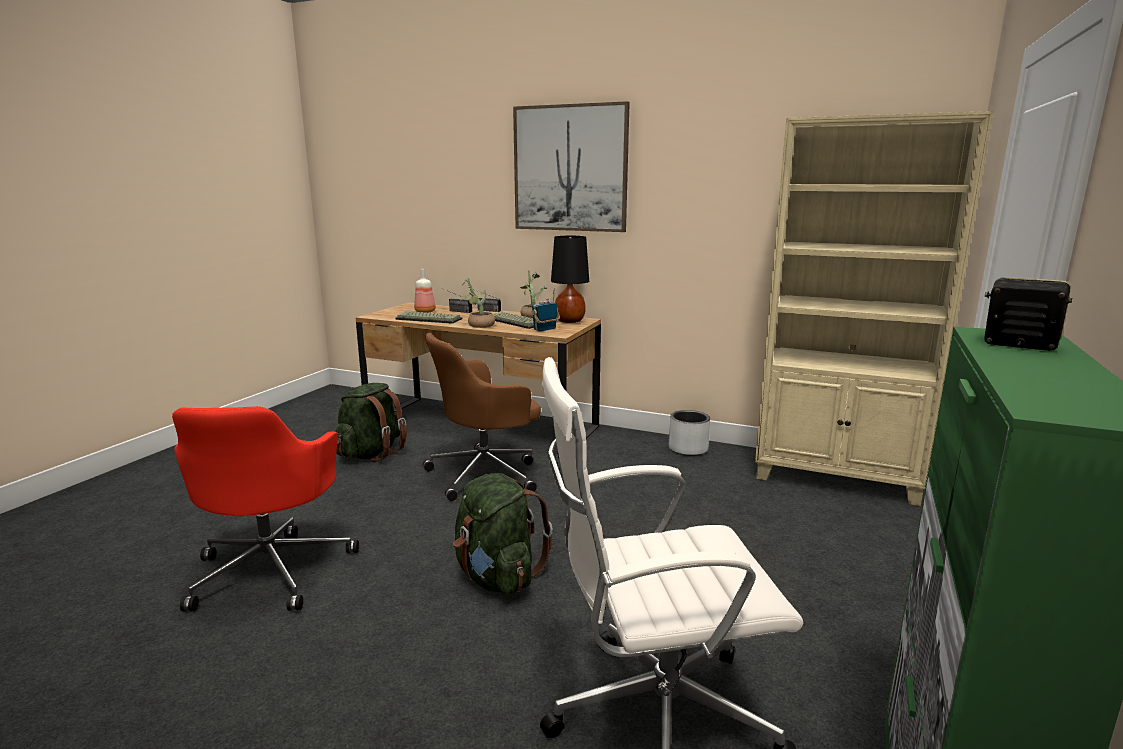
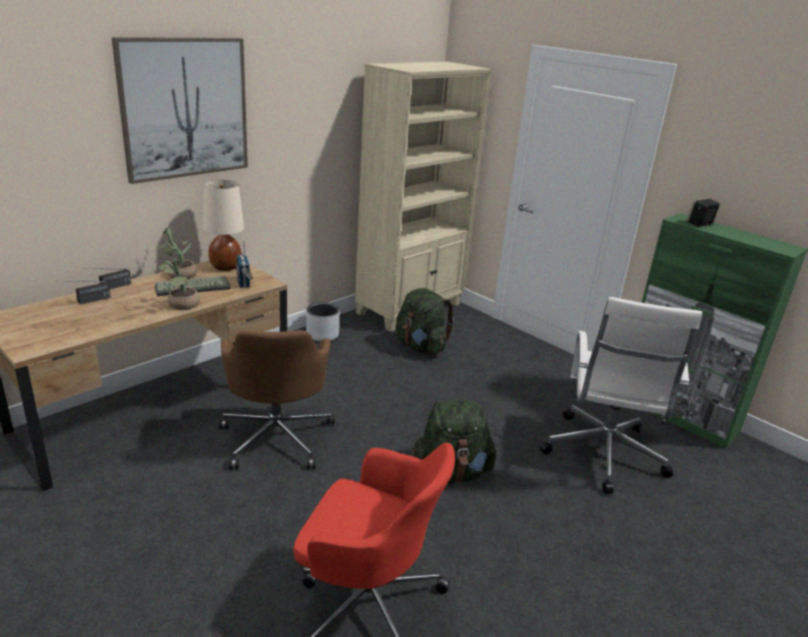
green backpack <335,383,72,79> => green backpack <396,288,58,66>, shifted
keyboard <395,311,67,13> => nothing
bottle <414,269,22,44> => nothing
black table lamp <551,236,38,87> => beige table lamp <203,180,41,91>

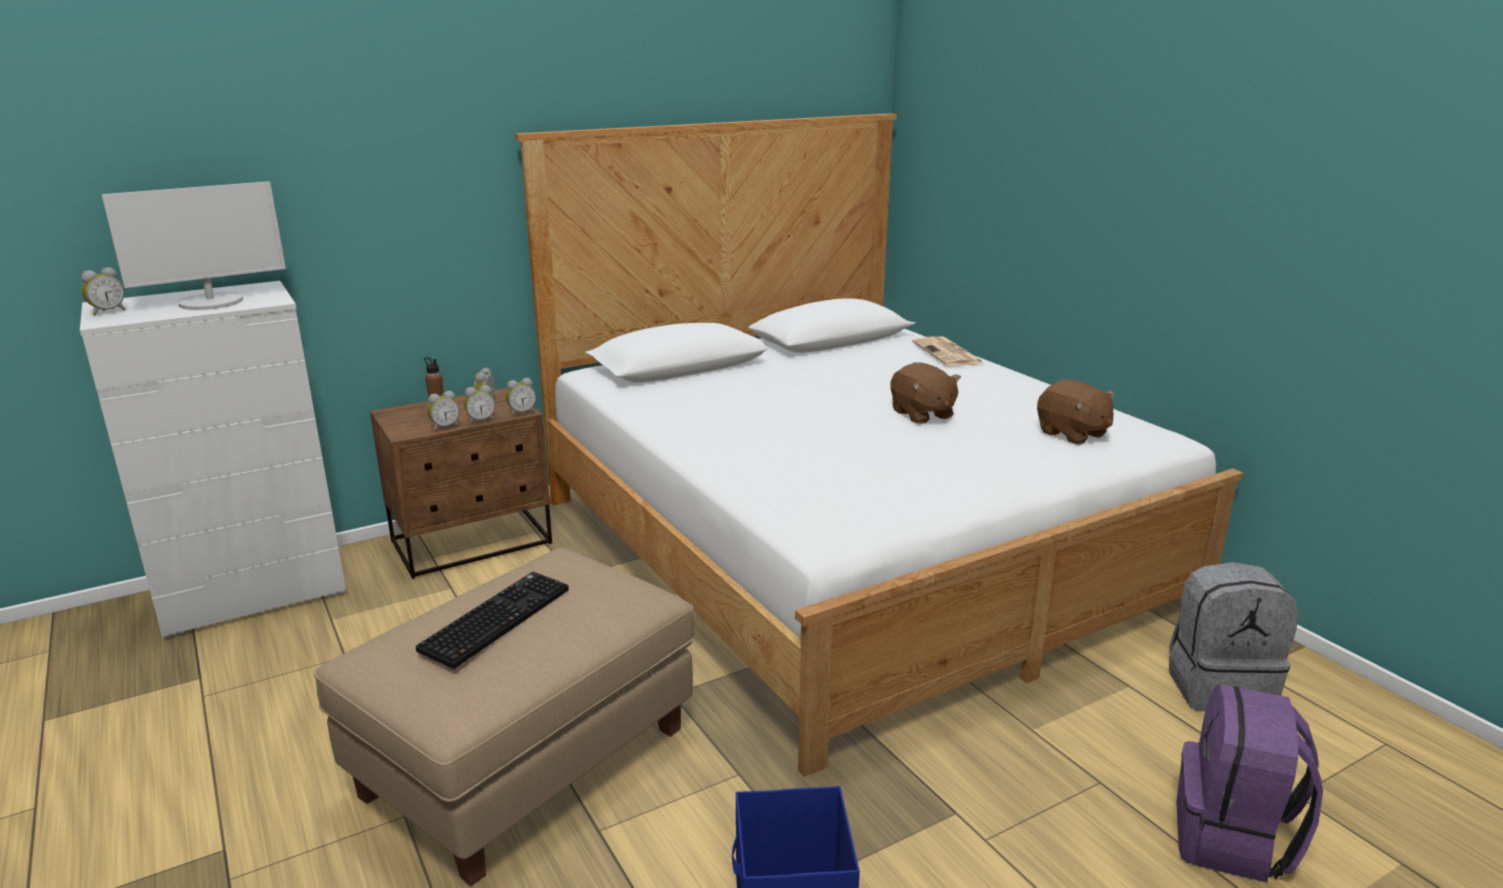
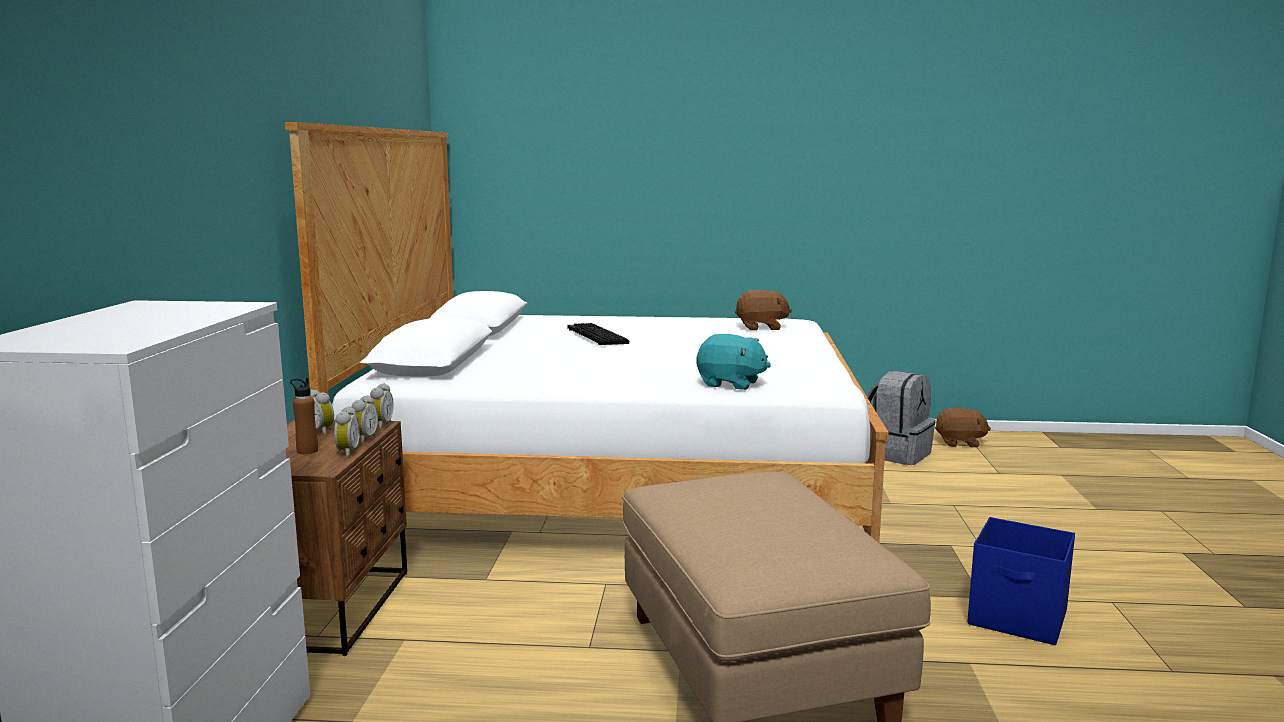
alarm clock <81,267,44,49> => nothing
monitor <102,181,184,129> => nothing
keyboard <416,572,153,97> => keyboard <567,323,62,22>, shifted
brown plush toy <890,362,71,62> => brown plush toy <935,408,56,39>, shifted
newspaper <912,336,72,30> => nothing
purple backpack <1176,684,147,199> => nothing
nothing => turquoise plush toy <697,334,74,56>

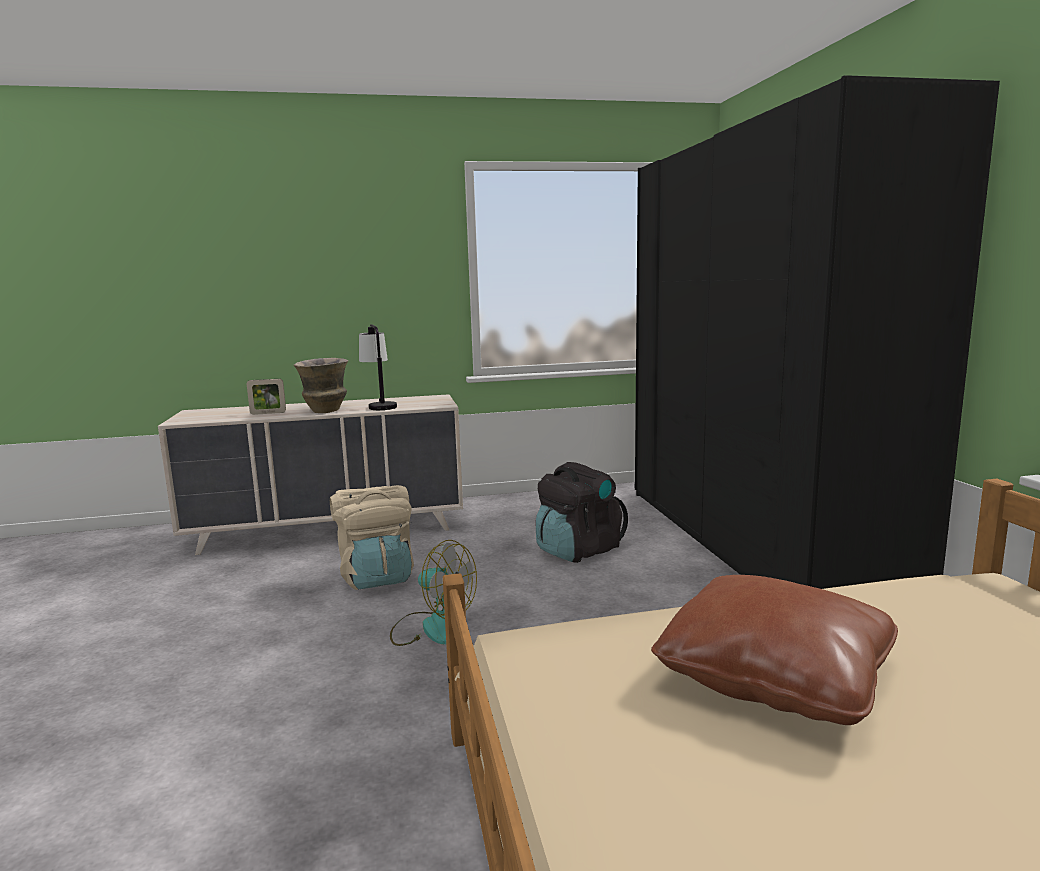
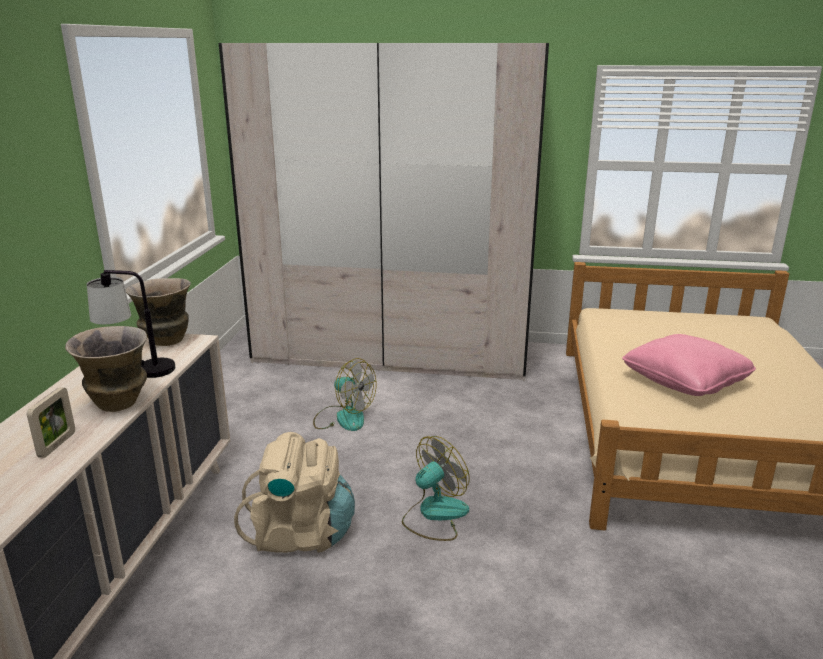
black backpack <536,462,92,101> => fan <313,358,63,73>
black wardrobe <635,75,365,514> => beige wardrobe <219,43,330,338>
brown pillow <651,575,247,150> => pink pillow <622,334,134,62>
nothing => vase <126,278,65,68>

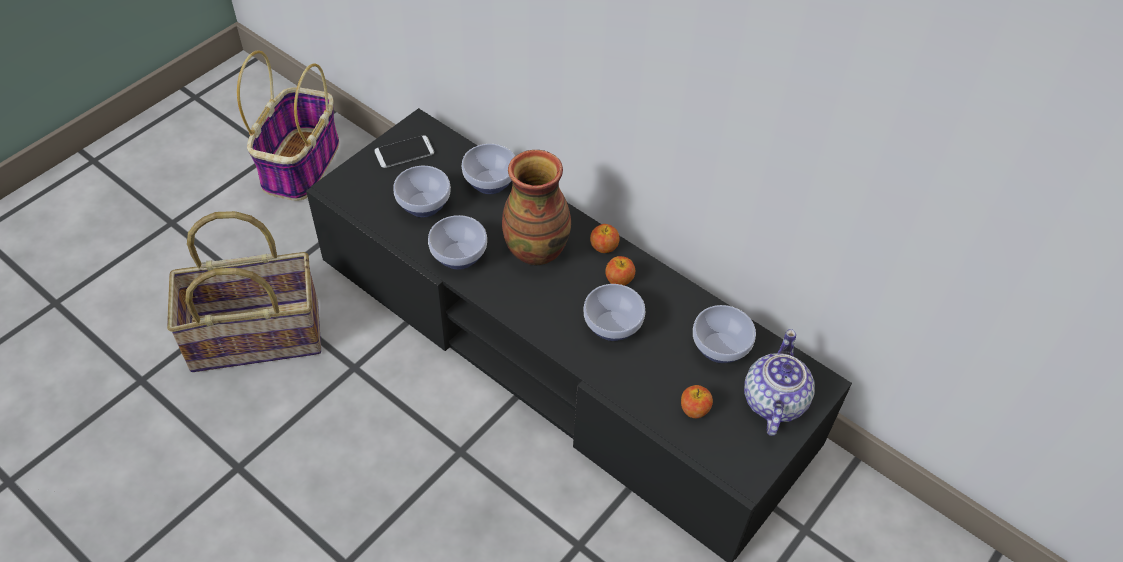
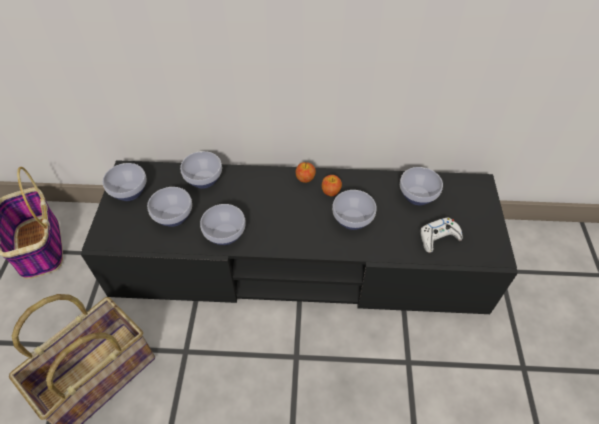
phone <374,135,60,33> => bowl <103,163,44,38>
vase <502,150,69,115> => nothing
apple <681,385,32,33> => white game controller <420,218,43,35>
teapot <744,329,71,107> => nothing

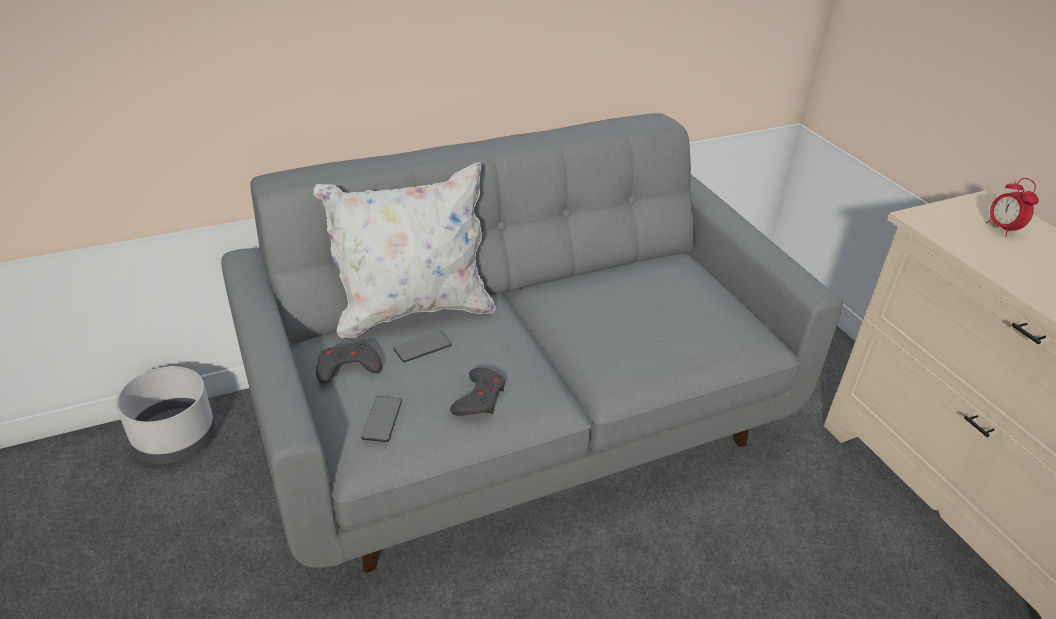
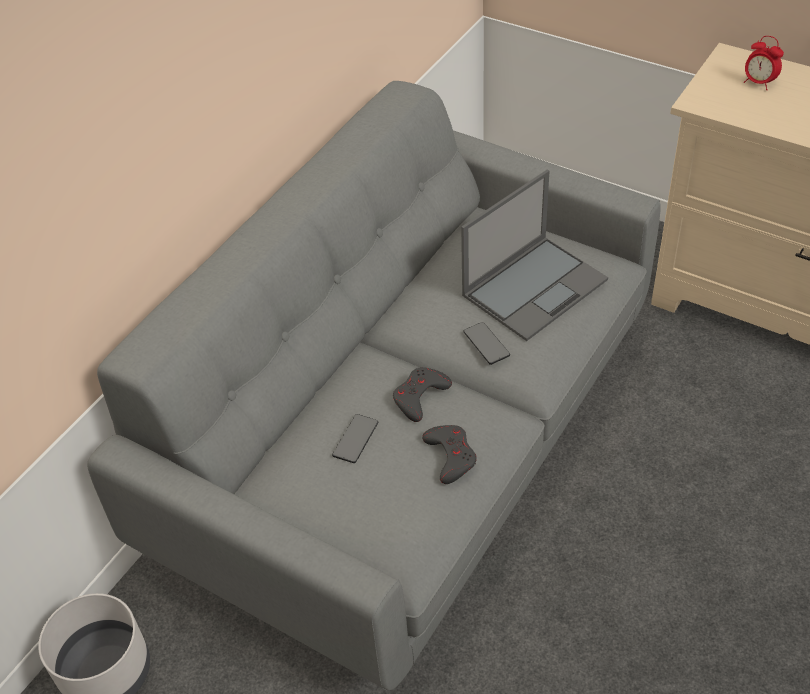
white pillow <313,162,183,176> => nothing
grey game controller <316,342,66,41> => grey game controller <393,367,59,55>, shifted
phone <361,396,41,46> => phone <463,322,47,43>, shifted
nothing => laptop <461,170,147,171>

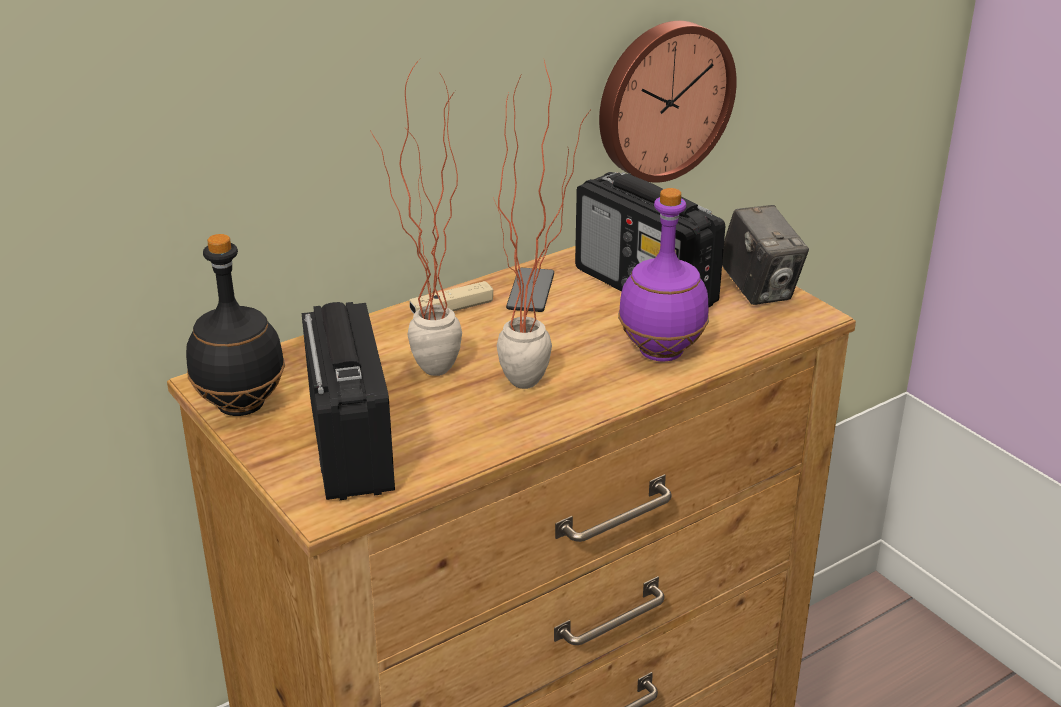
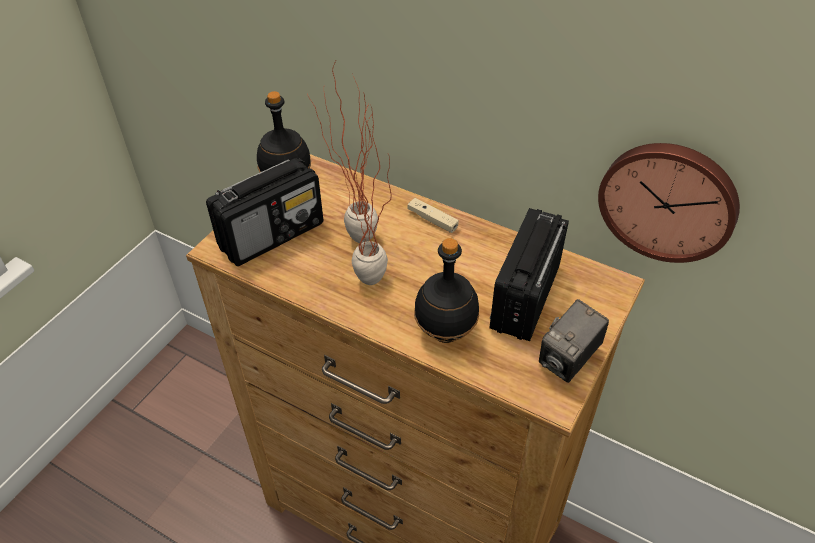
phone <506,268,48,44> => nothing
purple bottle <618,188,91,174> => black bottle <414,238,65,105>

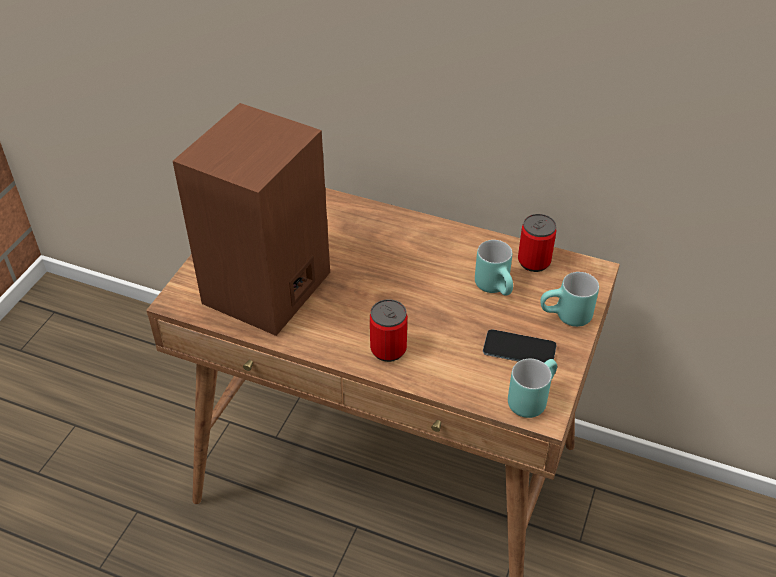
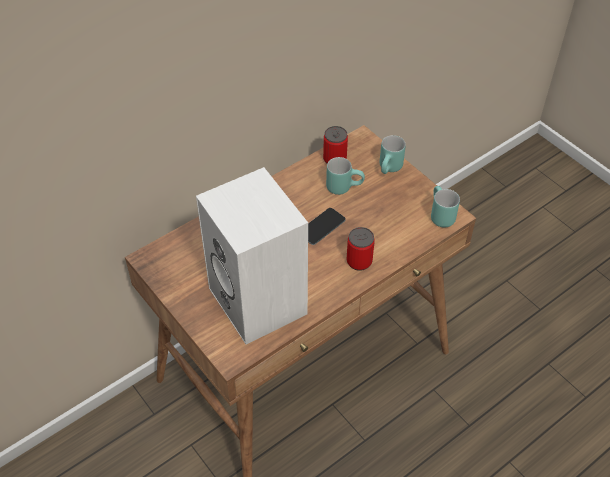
brown speaker <173,103,157,233> => white speaker <196,167,112,178>
phone <483,329,73,34> => phone <308,208,38,37>, shifted

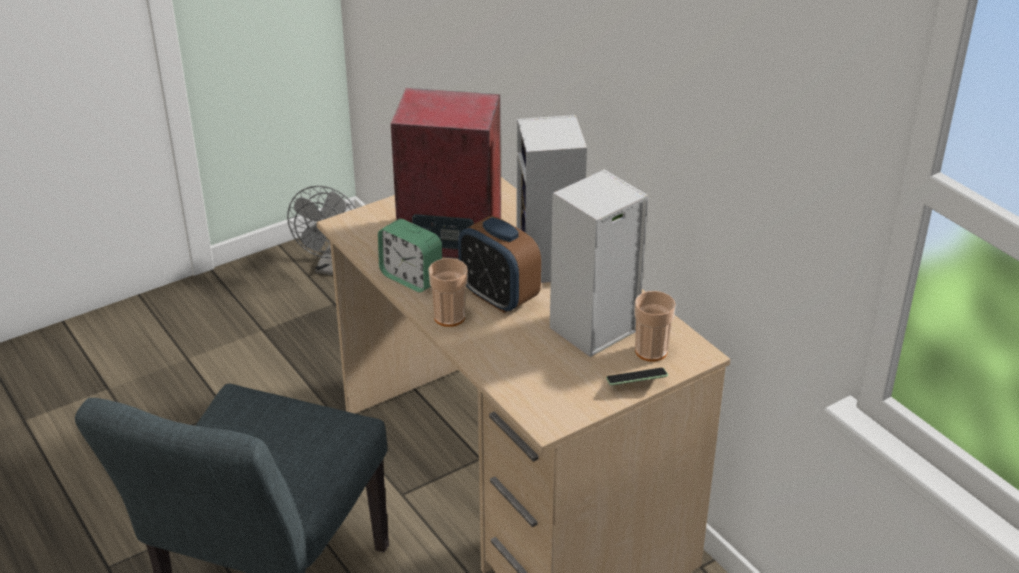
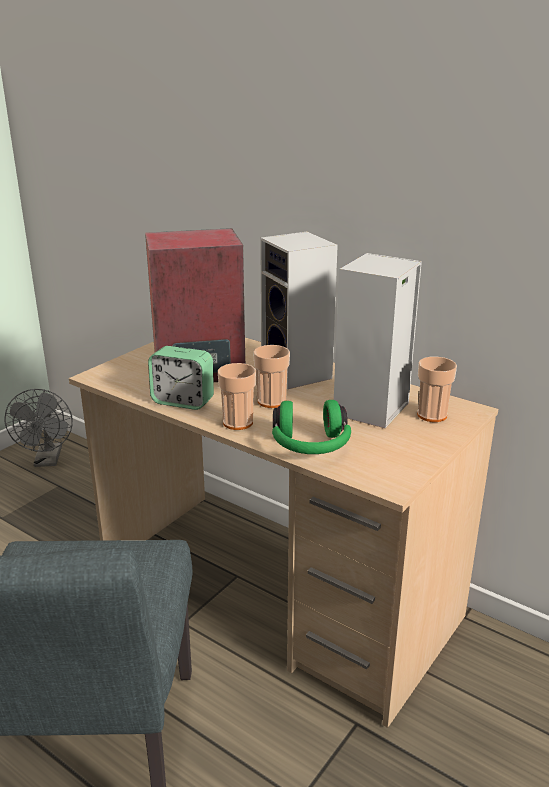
alarm clock <458,216,83,97> => cup <253,345,37,63>
phone <606,368,62,17> => nothing
nothing => green headphones <272,400,79,54>

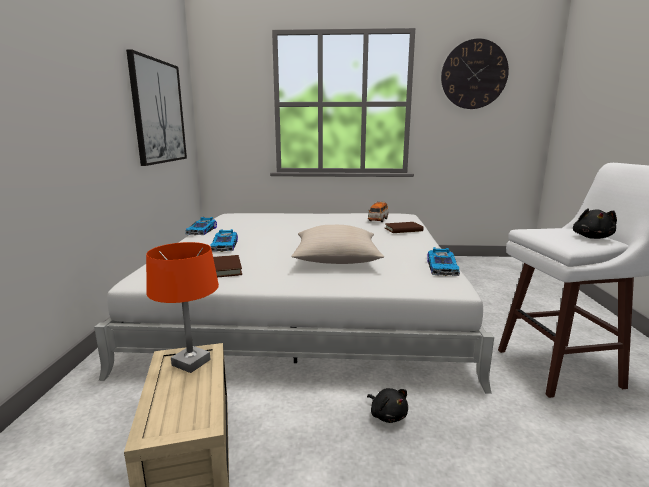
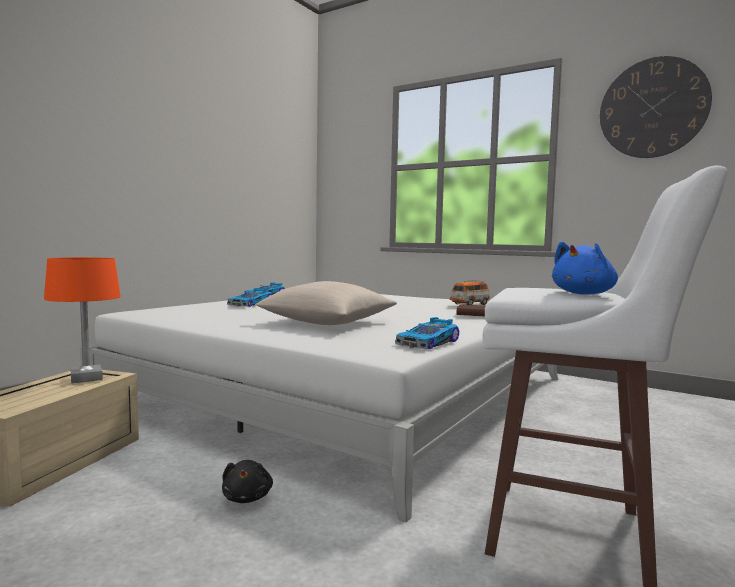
picture <126,49,61,117> => nothing
brown book <213,255,29,23> => nothing
black plush toy <573,208,44,31> => blue plush toy <552,242,66,53>

